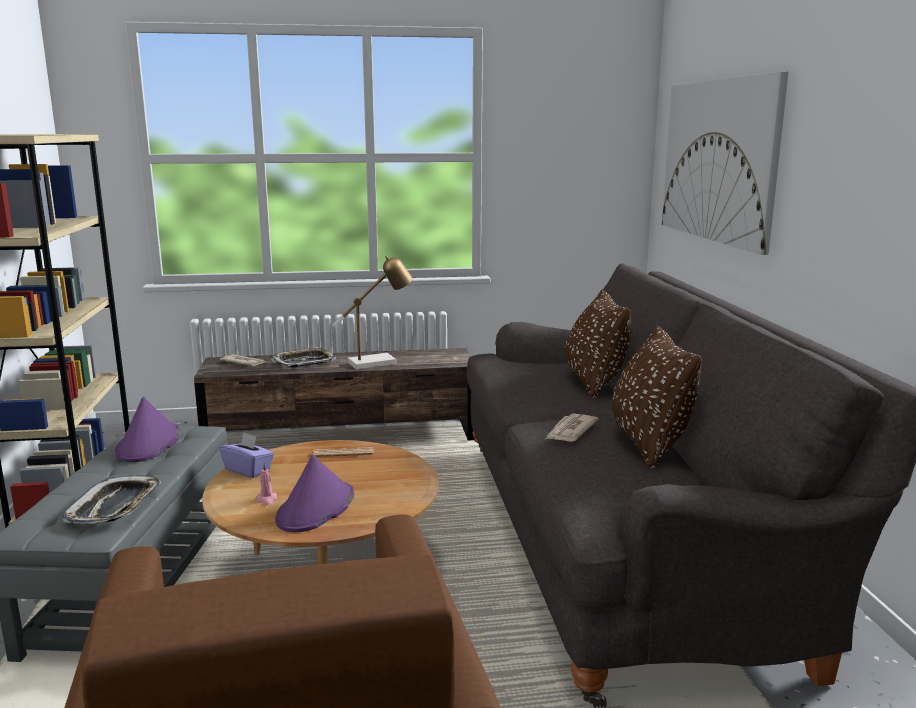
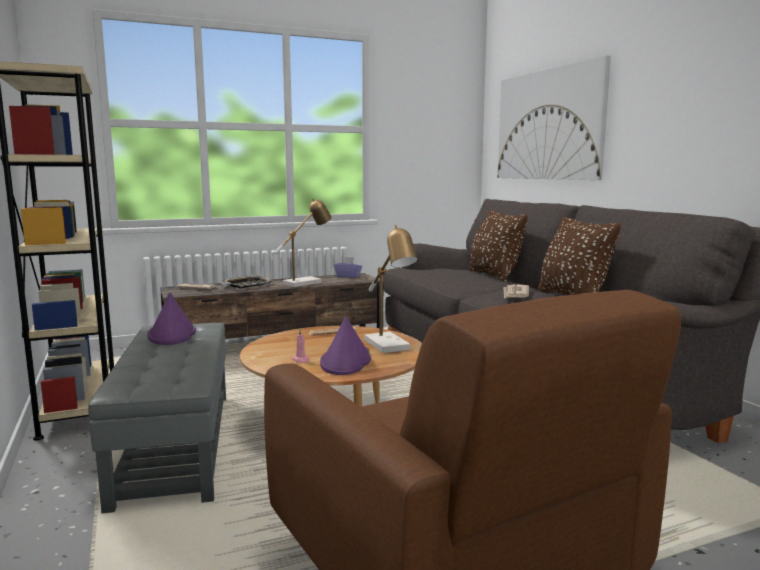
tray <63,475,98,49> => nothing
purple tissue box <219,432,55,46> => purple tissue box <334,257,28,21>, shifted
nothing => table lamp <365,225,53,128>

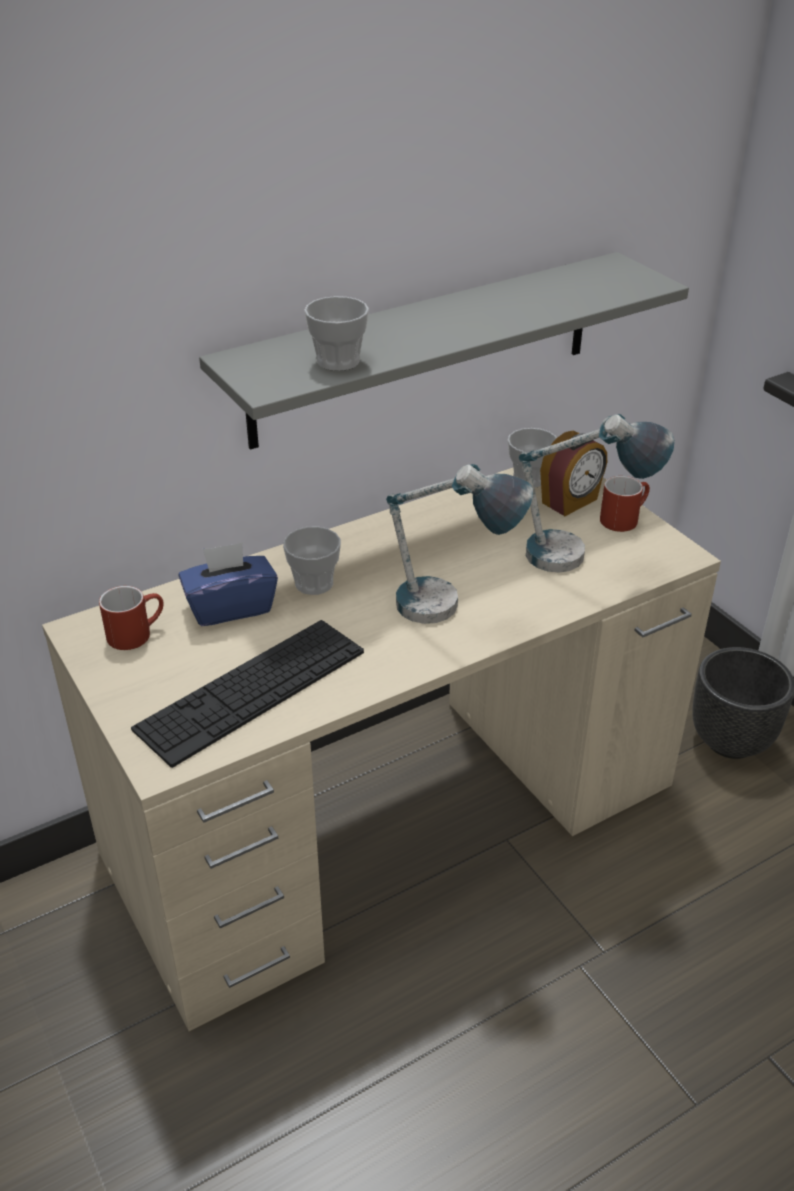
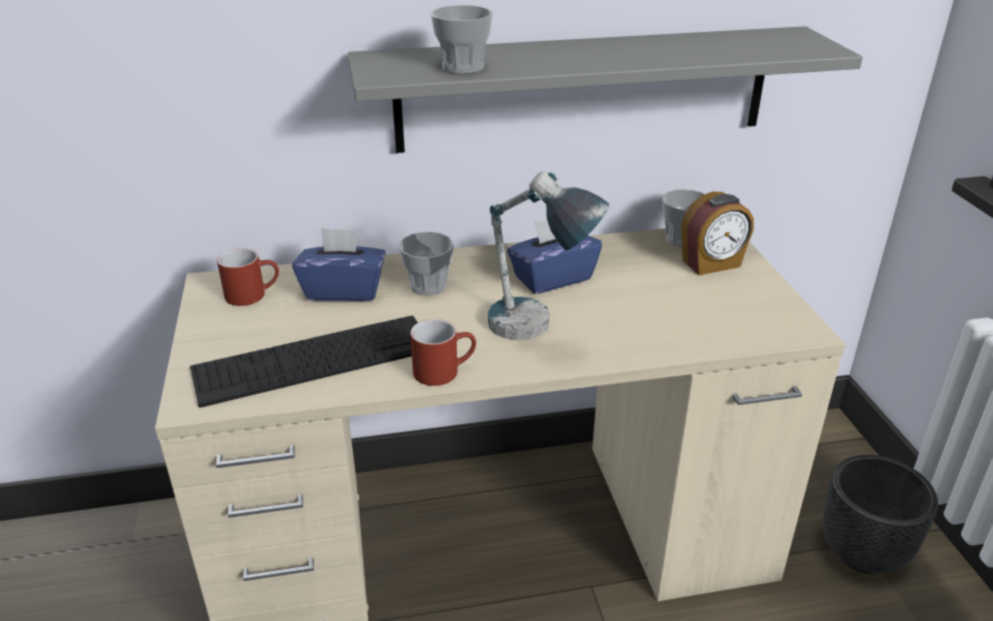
table lamp <519,414,156,159> => nothing
red mug <600,476,50,56> => red mug <410,319,66,67>, shifted
nothing => blue tissue box <507,220,95,74>

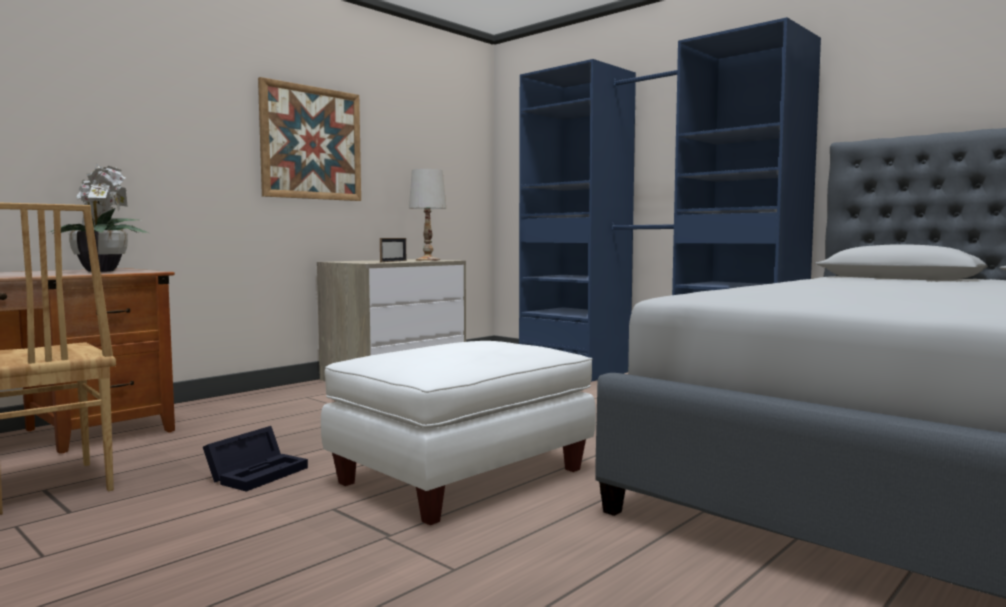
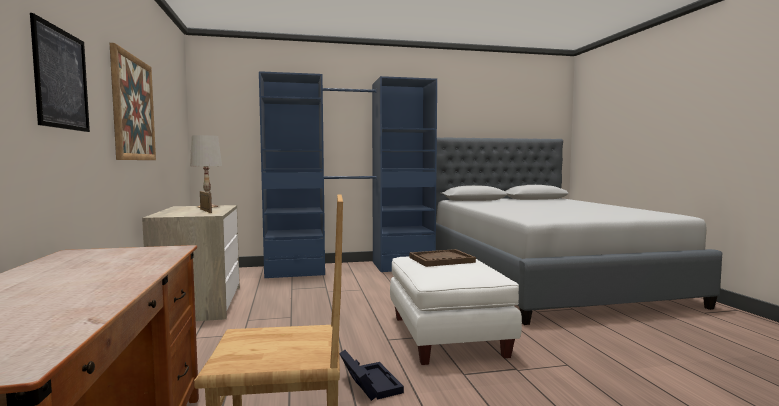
potted plant <48,164,100,108> => nothing
nothing => picture <30,13,60,119>
nothing => brown tray <409,249,67,18>

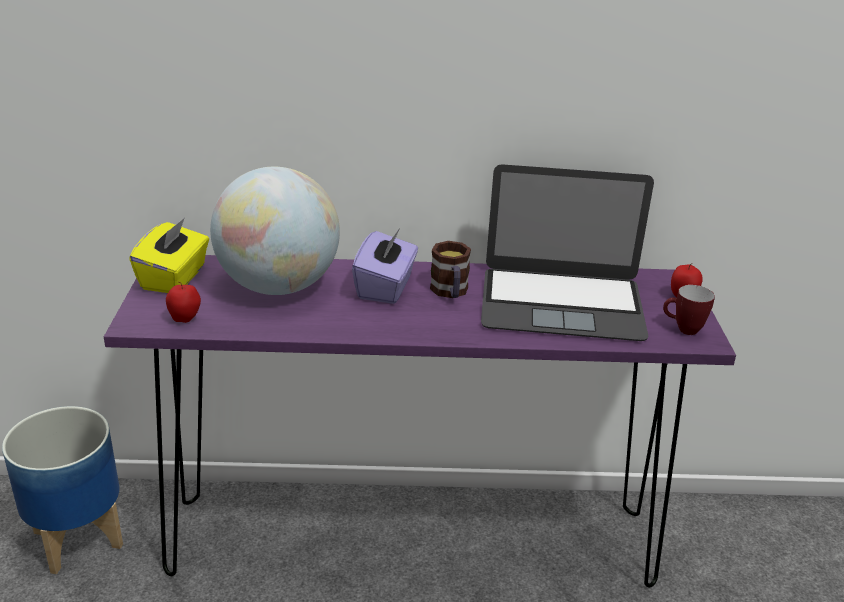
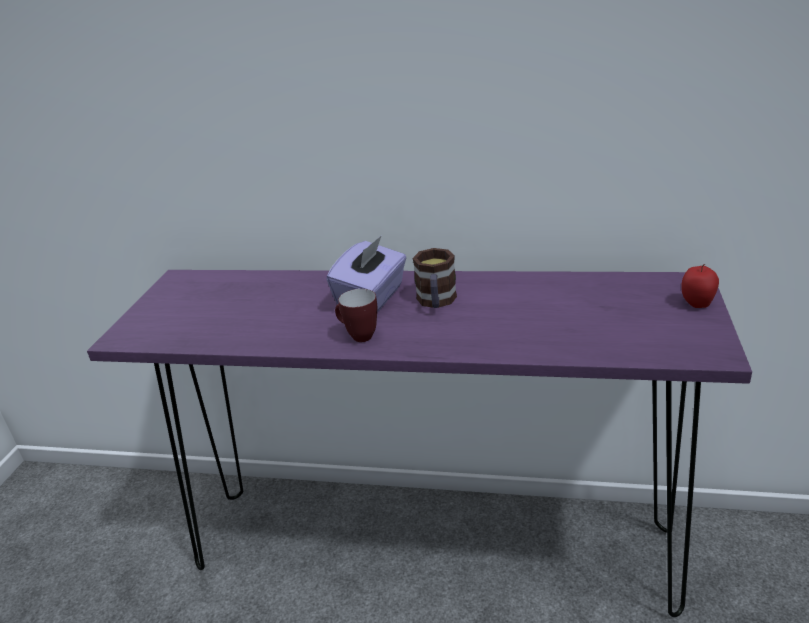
planter <2,406,121,168> => nothing
yellow tissue box <129,218,80,75> => nothing
apple <166,282,35,41> => nothing
globe <210,167,130,128> => nothing
laptop <481,164,173,177> => nothing
mug <663,285,52,50> => mug <335,289,42,53>, shifted

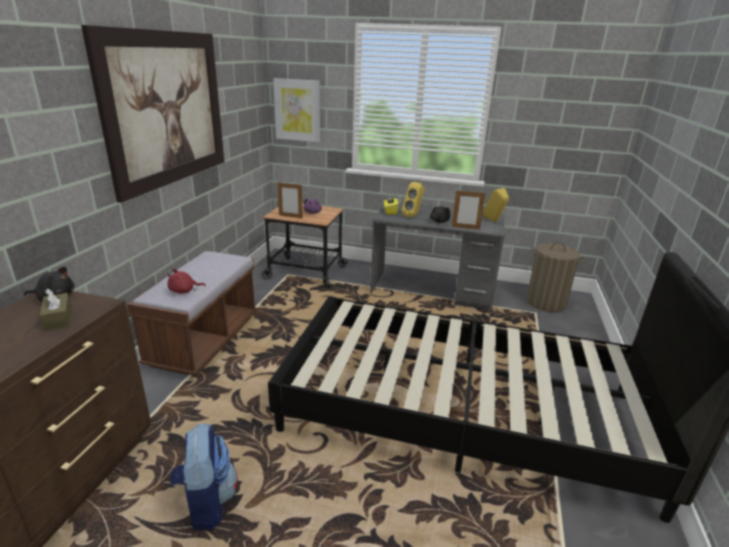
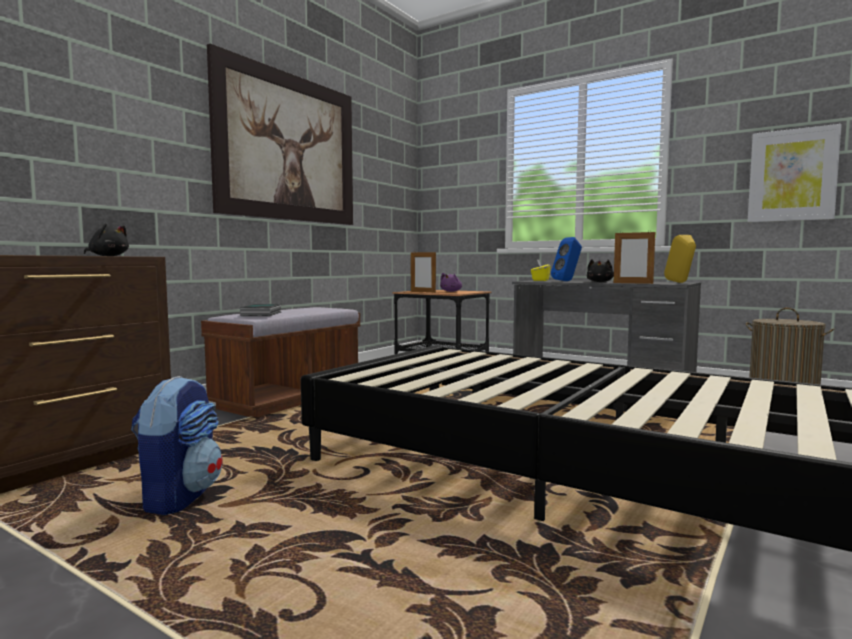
brown tissue box <40,288,32,43> => nothing
red plush toy <167,268,39,26> => book <240,304,41,12>
picture <273,78,47,64> => picture <748,124,94,98>, shifted
yellow speaker <401,182,23,36> => blue speaker <551,237,31,44>

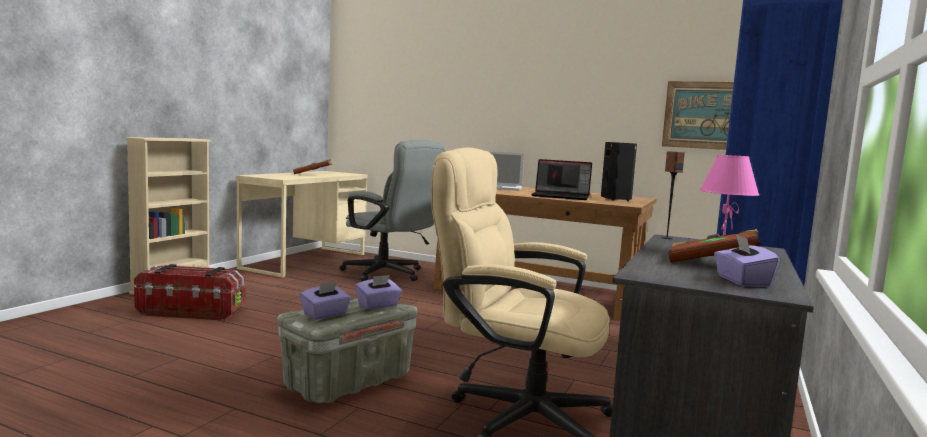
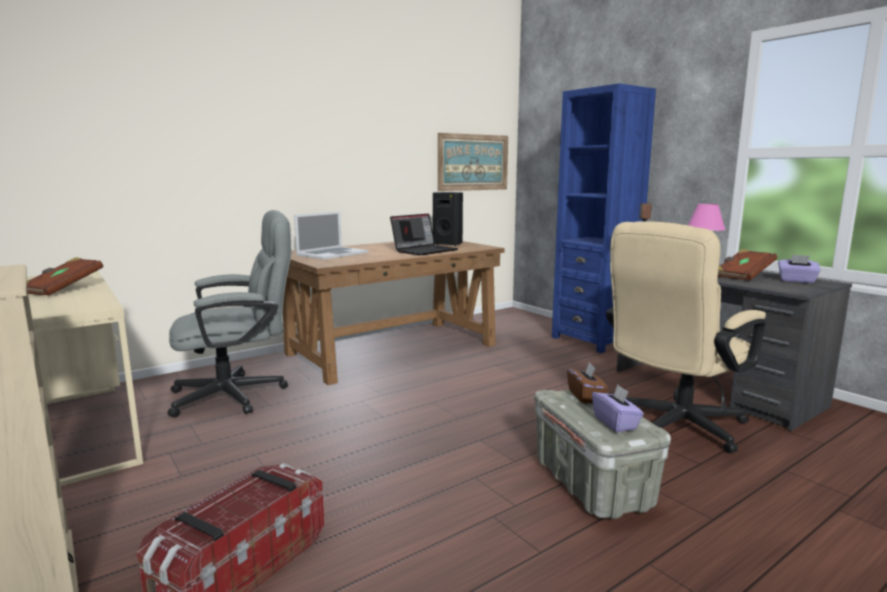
purple tissue box <355,275,47,35> => brown tissue box <567,362,41,42>

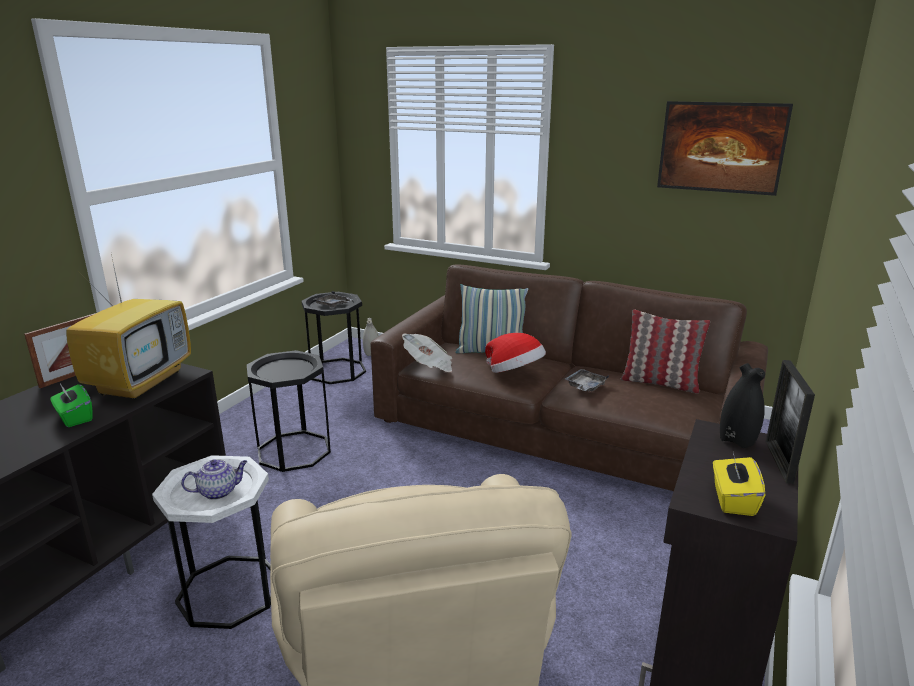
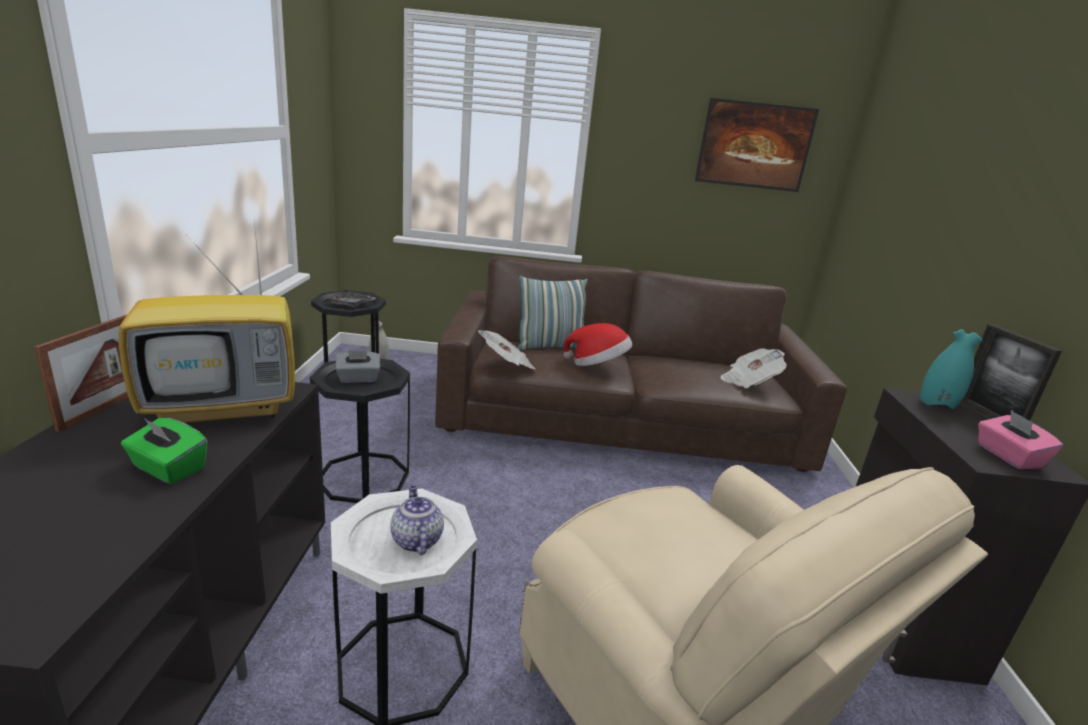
television <66,254,125,146> => television <119,220,176,203>, 75 degrees clockwise
teapot <181,459,67,41> => teapot <390,486,54,69>, 60 degrees counterclockwise
grey tray <565,369,44,23> => nothing
pillow <621,309,89,85> => nothing
yellow tissue box <713,453,52,63> => pink tissue box <978,410,85,59>
black vase <720,363,45,85> => turquoise vase <920,329,63,80>
nothing => grey tissue box <336,350,44,33>
nothing => newspaper <720,348,67,40>

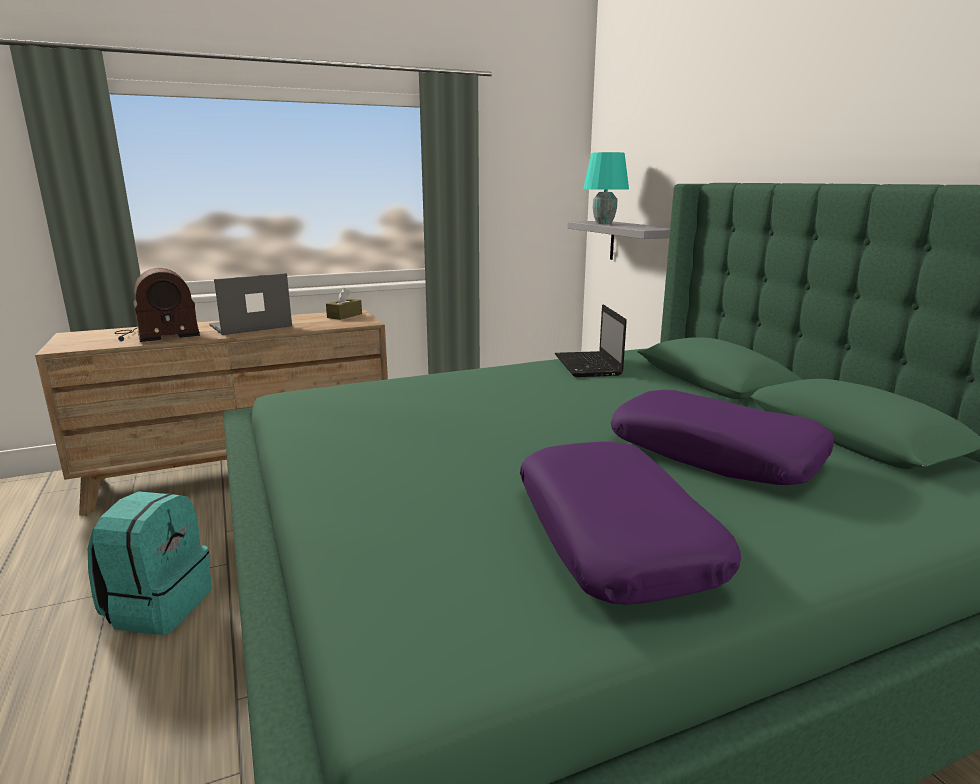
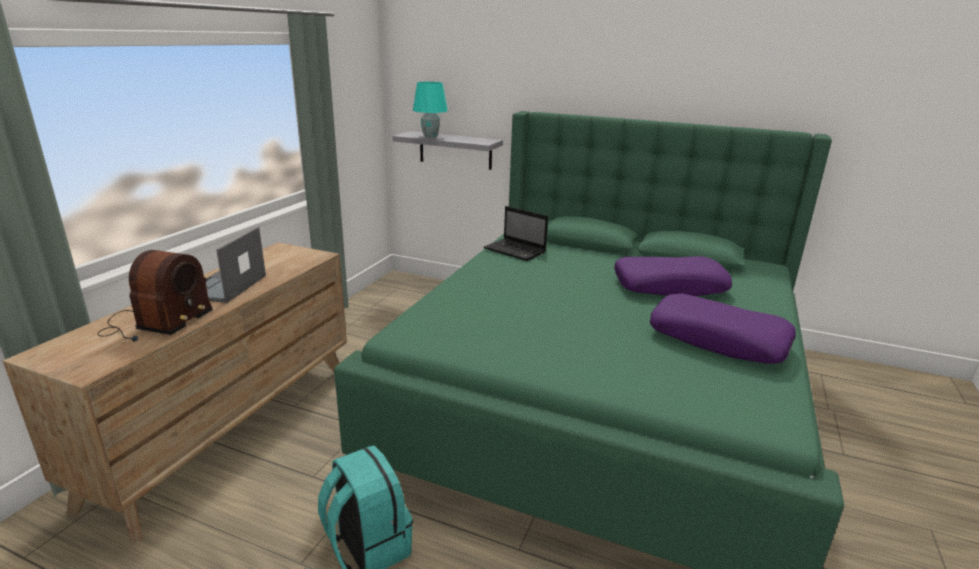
brown tissue box <326,288,36,32> => nothing

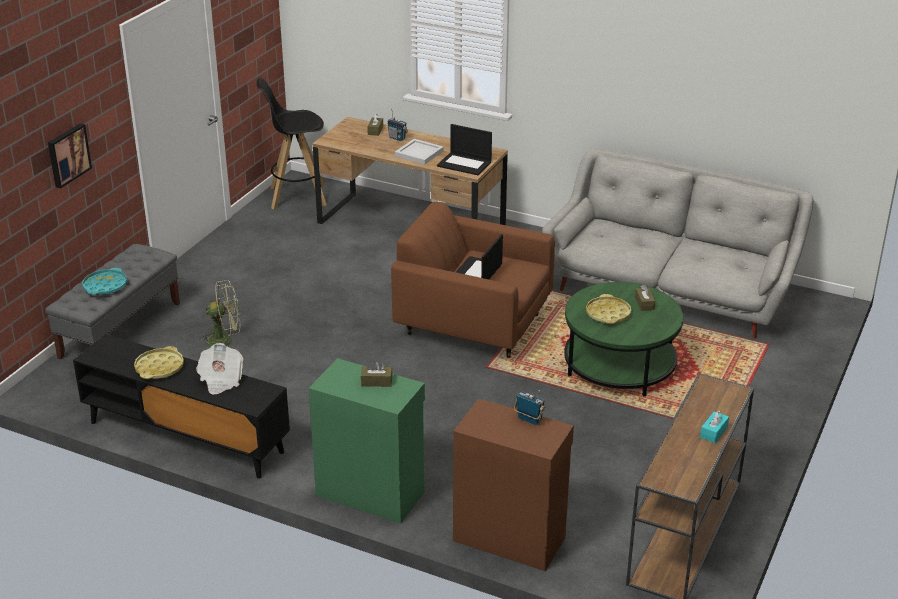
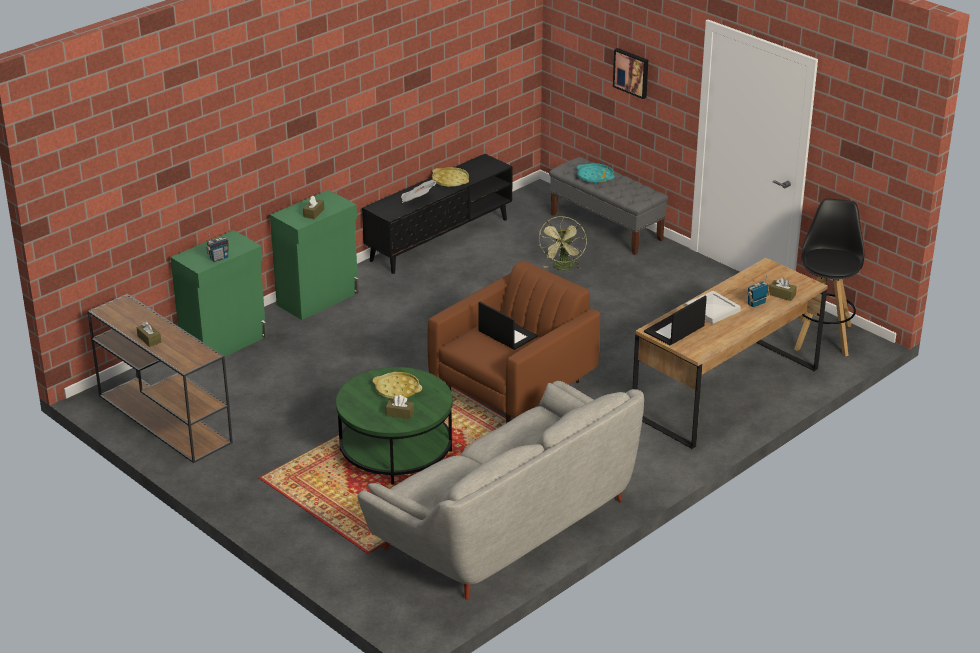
brown cabinet <453,398,121,173> => green cabinet <170,230,97,127>
turquoise tissue box <700,410,29,33> => brown tissue box <136,321,25,26>

